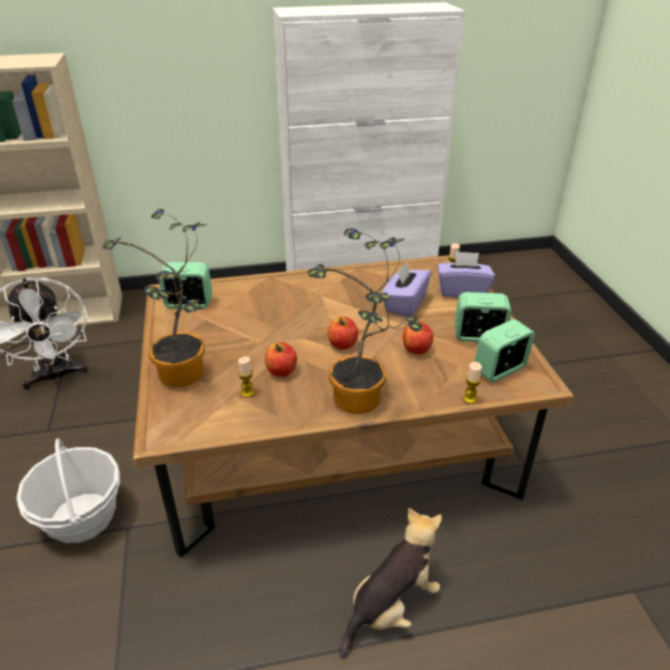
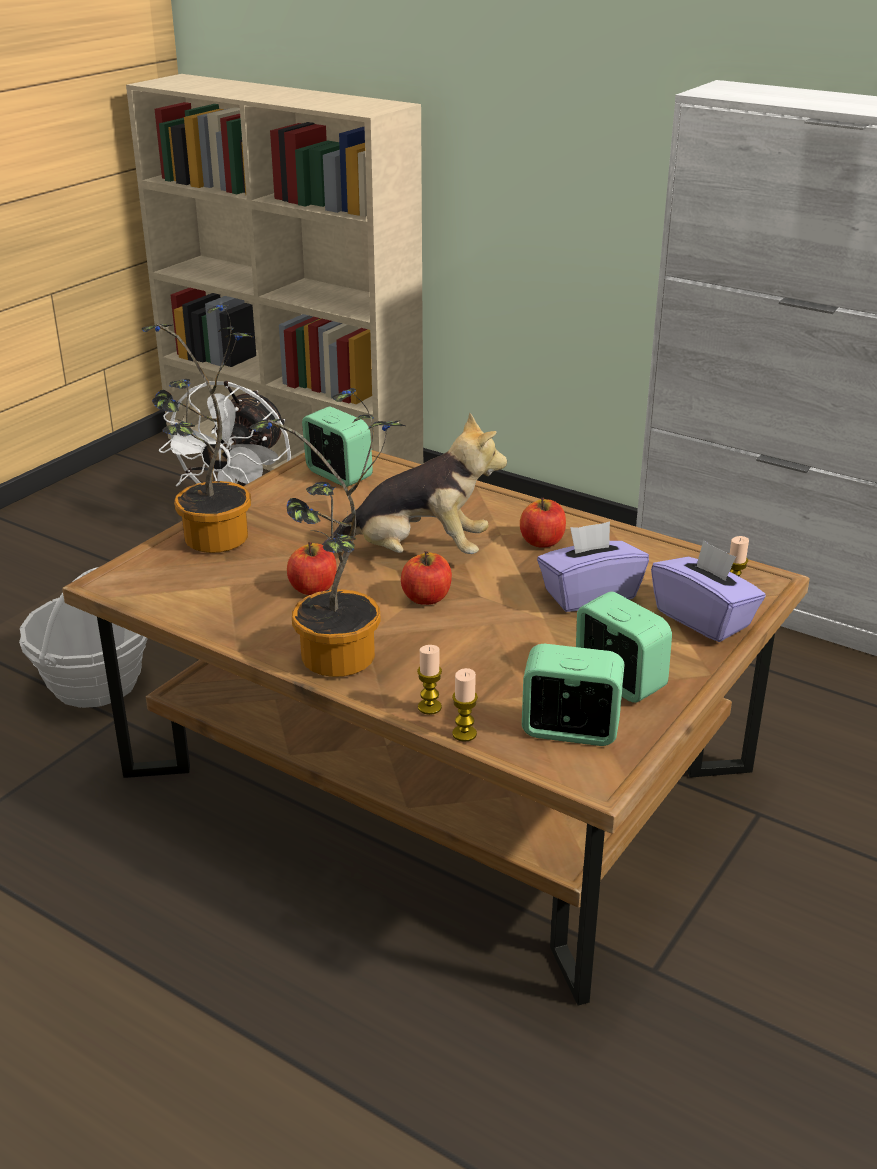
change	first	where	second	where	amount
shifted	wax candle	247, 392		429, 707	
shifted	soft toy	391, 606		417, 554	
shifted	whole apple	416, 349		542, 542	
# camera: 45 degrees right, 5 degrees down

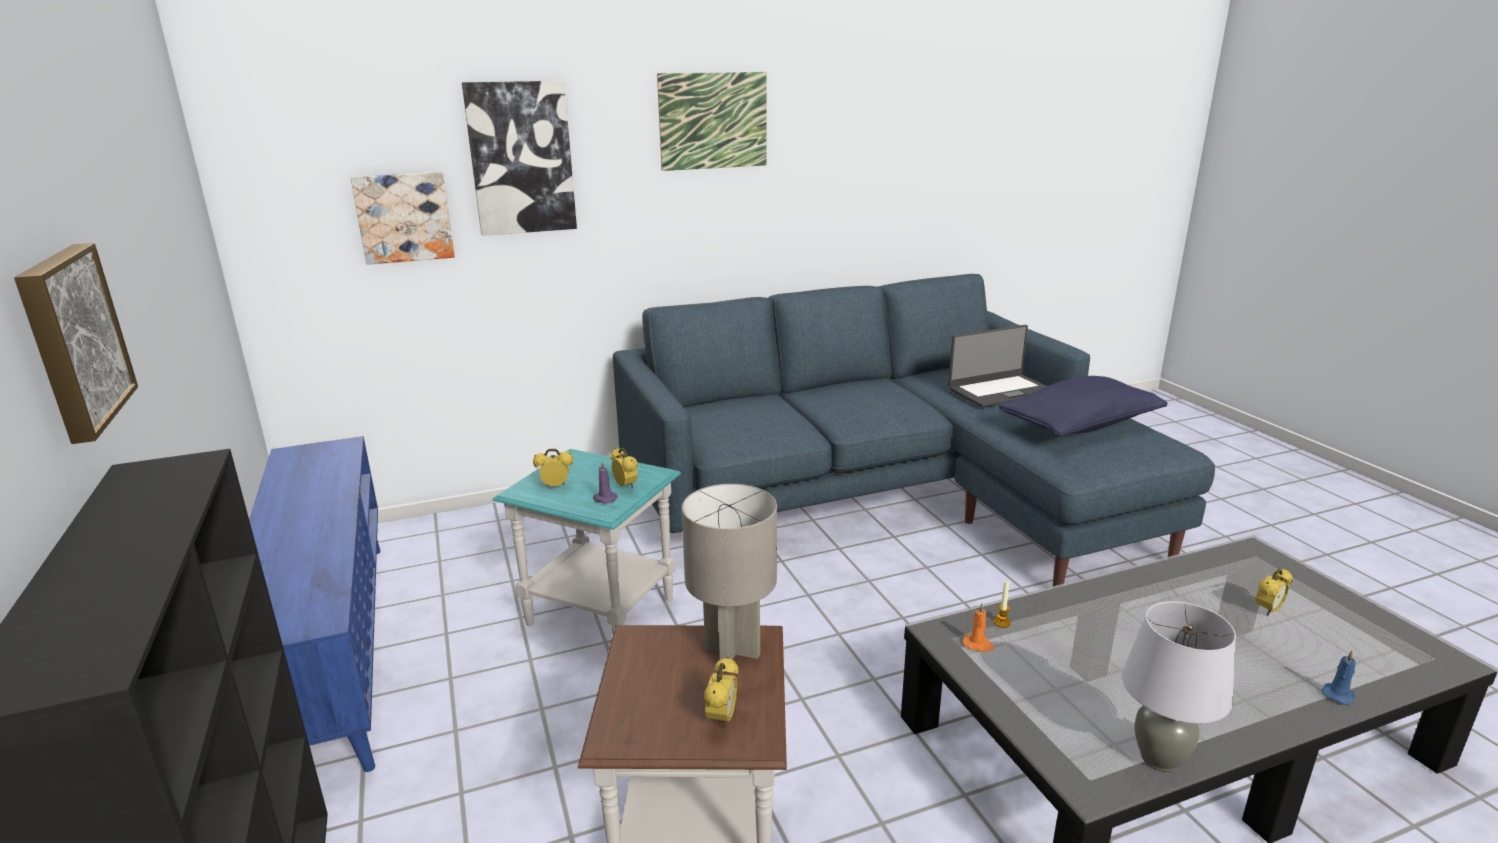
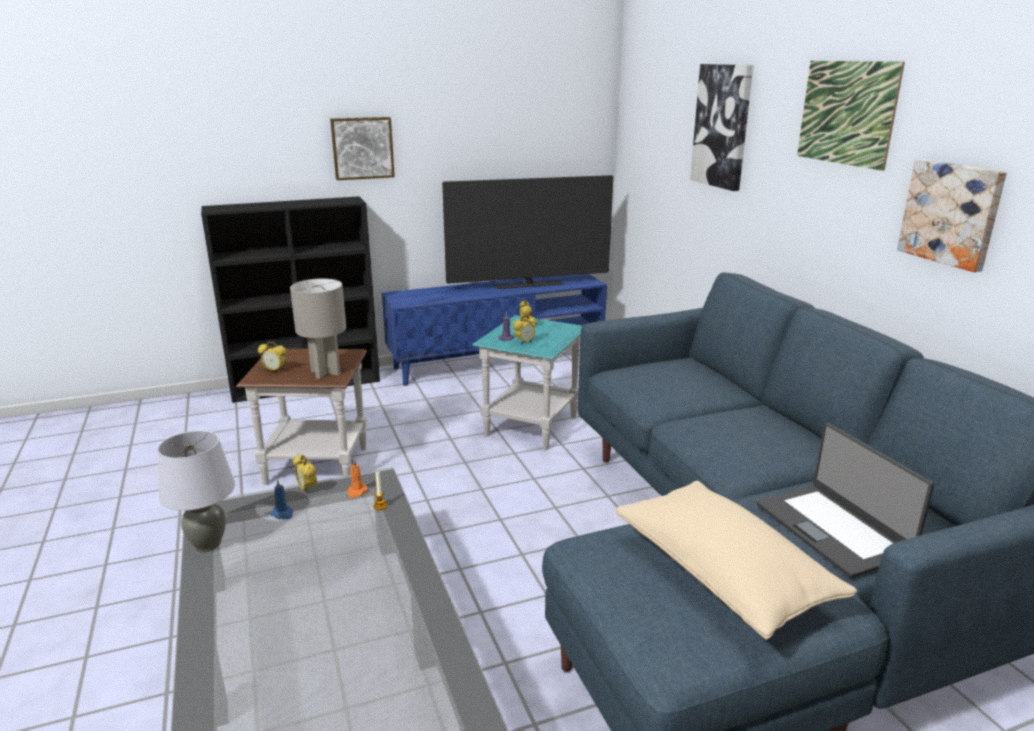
change	first	where	second	where	amount
new			TV	528, 285	
shifted	wall art	404, 217		952, 213	
shifted	bedside clock	1268, 611		307, 489	
shifted	wax candle in blue-coloured	1337, 694		283, 514	
repainted	throw pillow in blue-coloured	1079, 426	throw pillow in beige-coloured	722, 575	
# camera: 90 degrees right, 0 degrees up

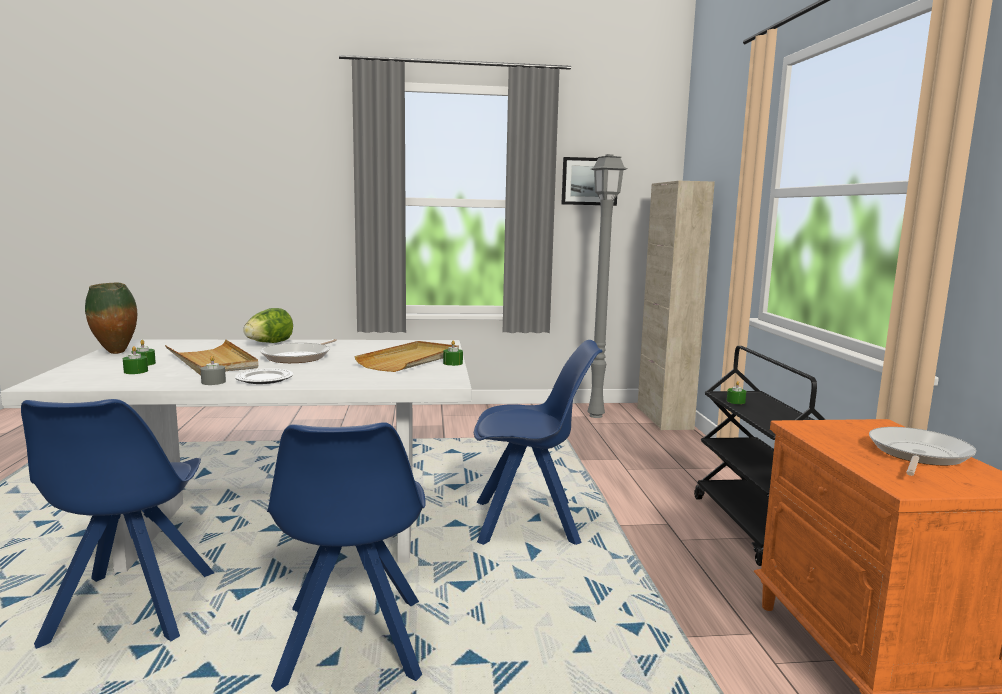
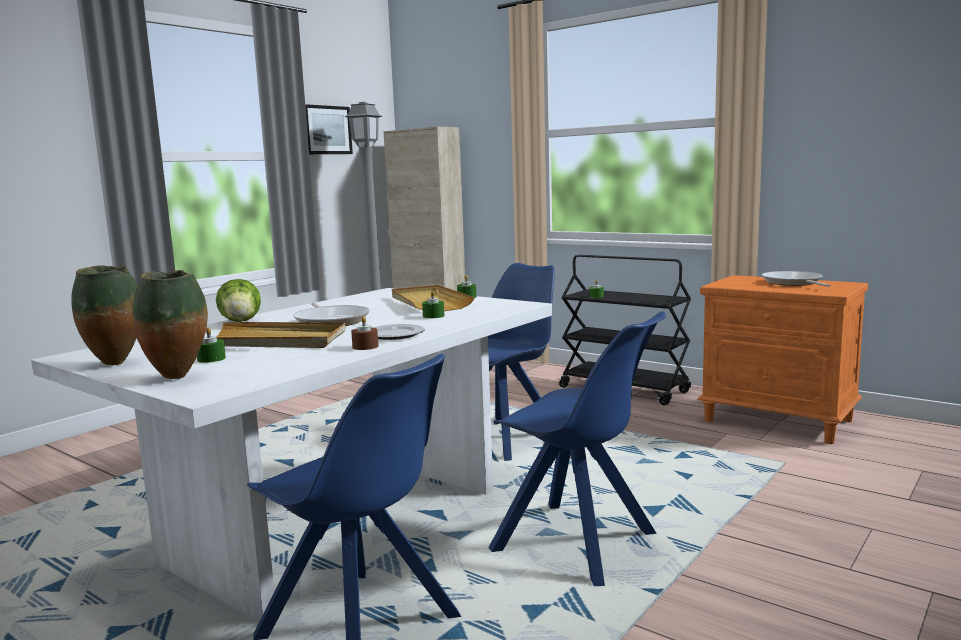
change	first	where	second	where	amount
new			vase	179, 377	
shifted	wax candle in green	136, 371		433, 316	
repainted	wax candle in gray	213, 382	wax candle in brown	365, 346	
# camera: 45 degrees left, 0 degrees up

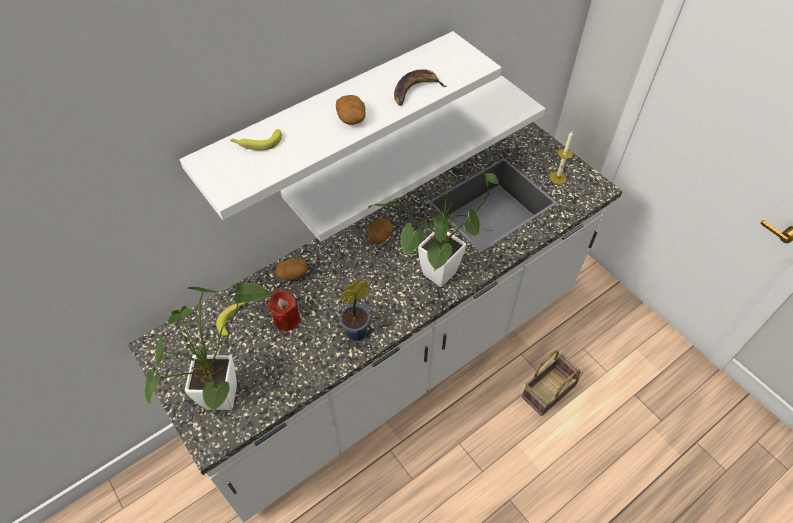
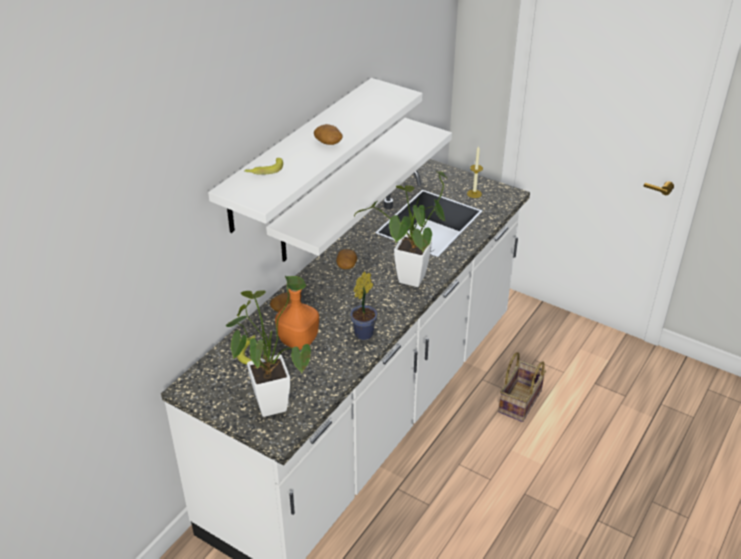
change	first	where	second	where	amount
gone	whole banana	415, 90			
swapped	wax candle in red-coloured	286, 319	beverage bottle in orange	298, 340	
# camera: 20 degrees left, 15 degrees down

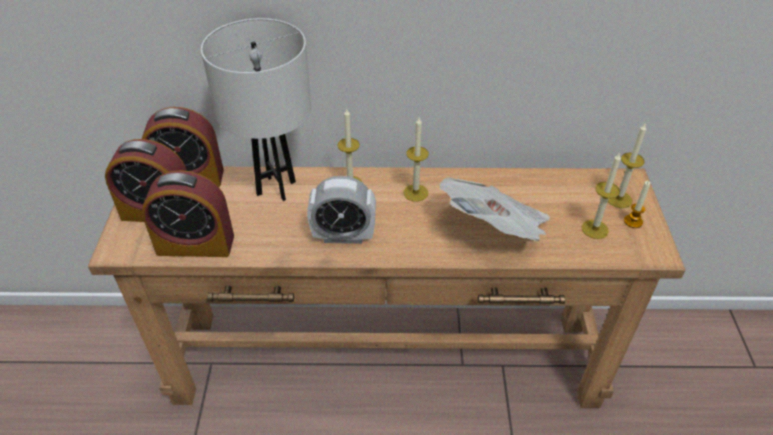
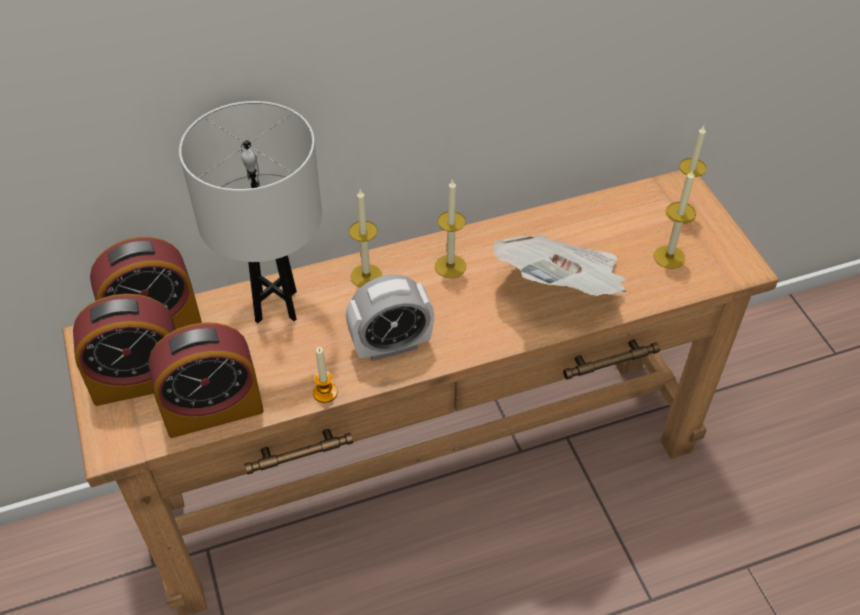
change	first	where	second	where	amount
shifted	wax candle	633, 221		325, 392	
# camera: 20 degrees left, 5 degrees up

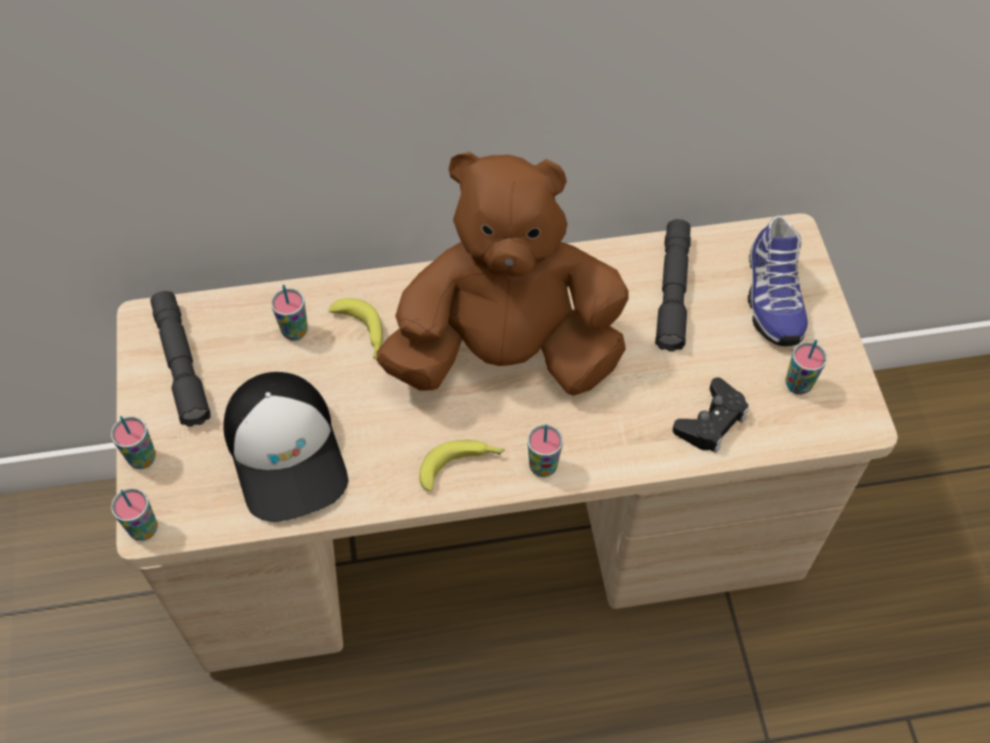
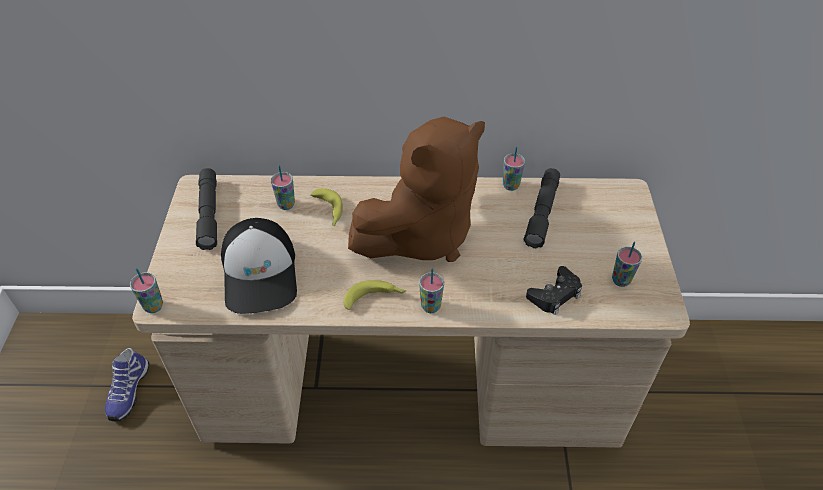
change	first	where	second	where	amount
shifted	cup	142, 458		510, 186	
shifted	shoe	770, 297		128, 391	
rotated	soft toy in brown	506, 353		421, 235	135 degrees clockwise
# camera: 10 degrees right, 10 degrees down

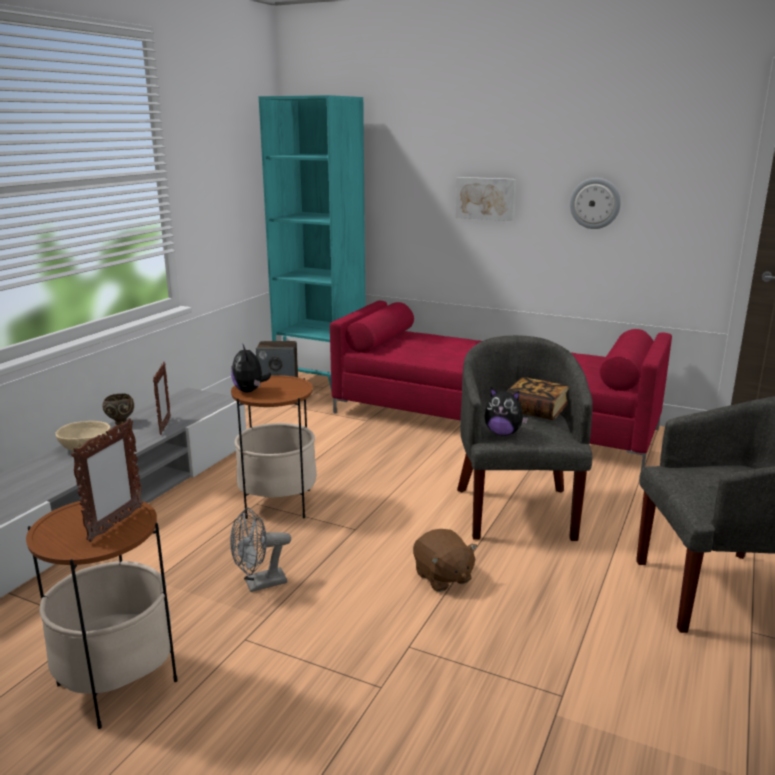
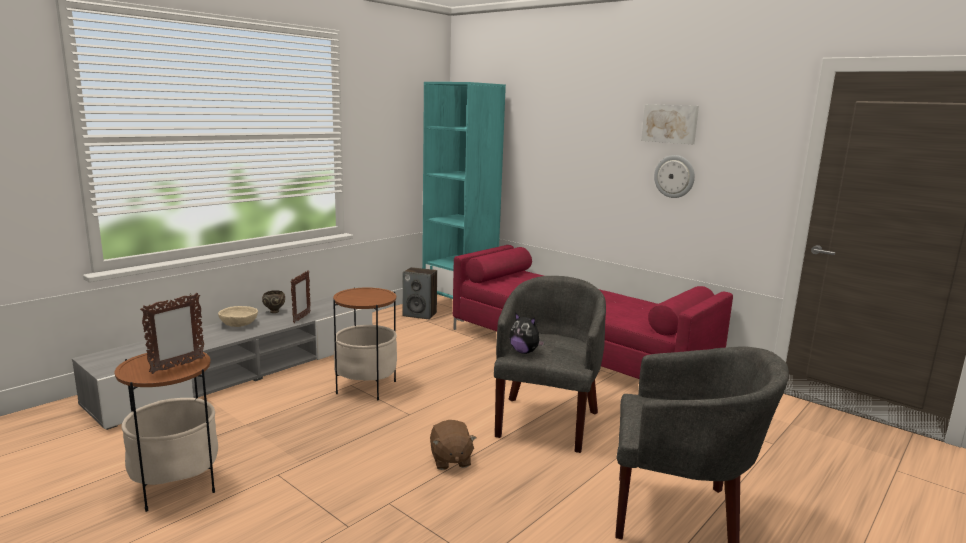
change	first	where	second	where	amount
gone	cooling fan in gray	259, 584			
gone	soft toy	250, 391			
gone	book	536, 411			
shifted	wall art	486, 198		670, 123	
# camera: 15 degrees right, 5 degrees down

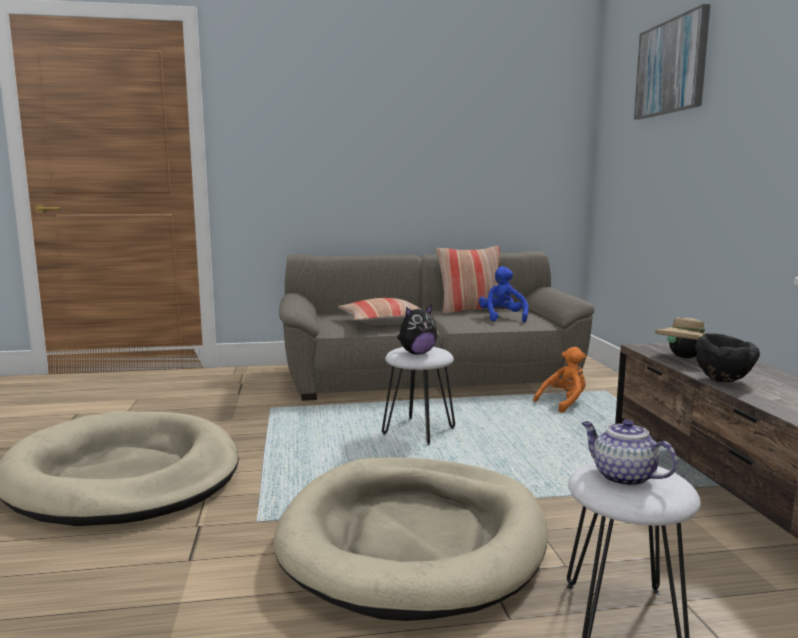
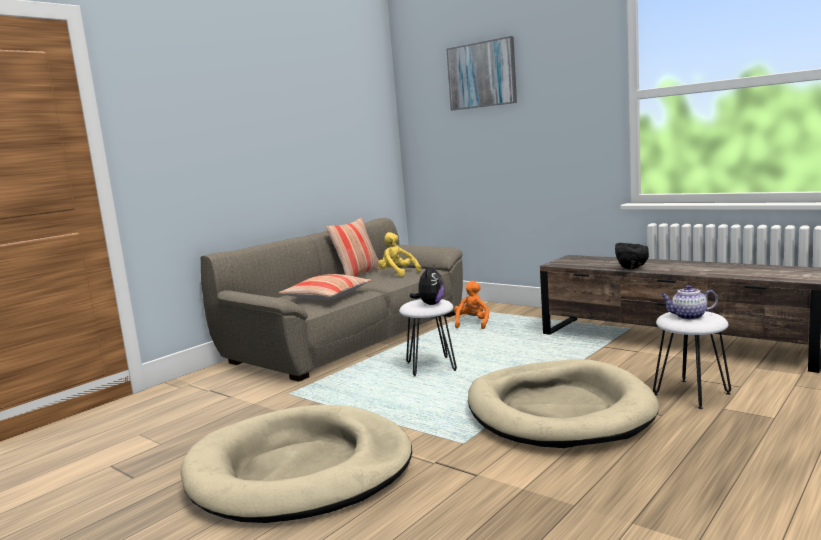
change	first	where	second	where	amount
gone	hat in beige-coloured	686, 357			
repainted	soft toy in blue-coloured	502, 318	soft toy in yellow	397, 274	
# camera: 40 degrees left, 0 degrees up

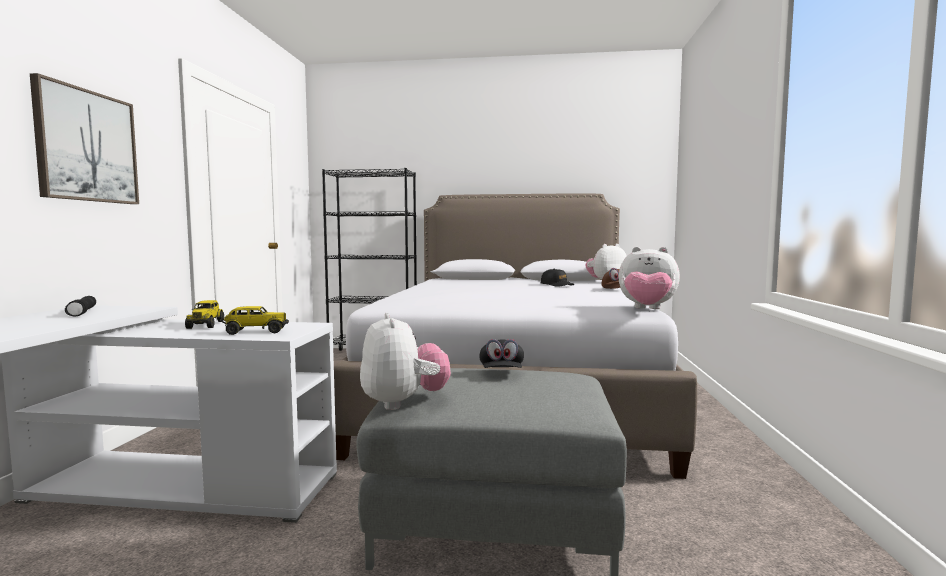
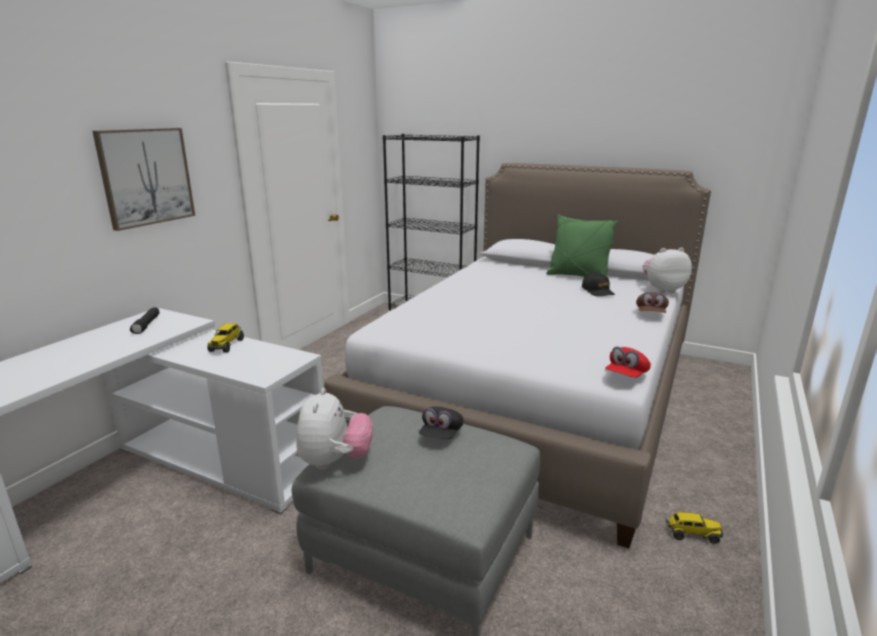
change	first	where	second	where	amount
new			throw pillow in green	578, 276	
shifted	toy truck	255, 332		692, 534	
swapped	soft toy	647, 309	cap in red-coloured	626, 375	
# camera: 20 degrees right, 15 degrees up

